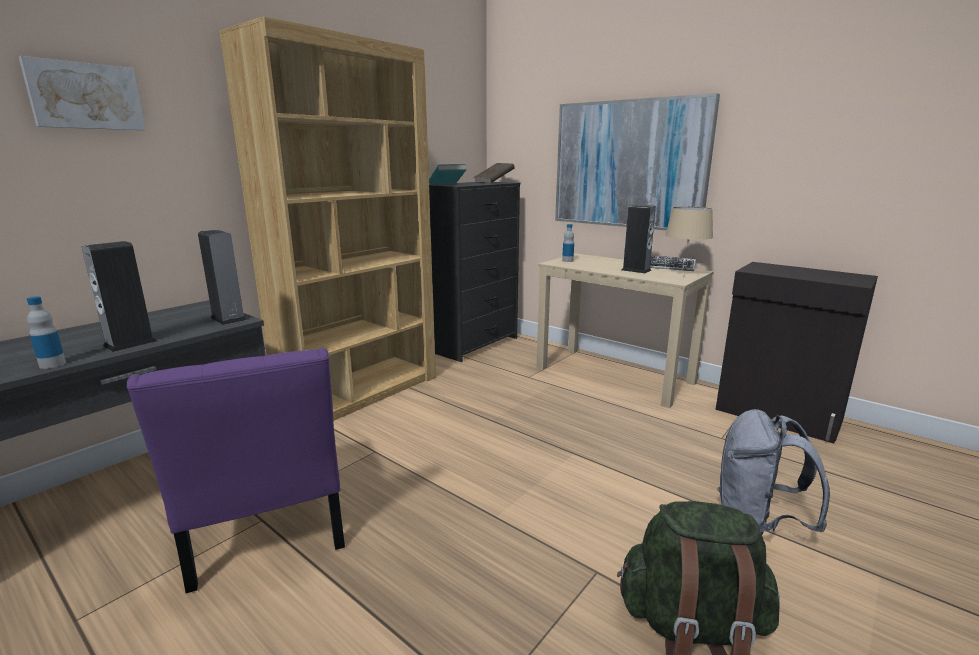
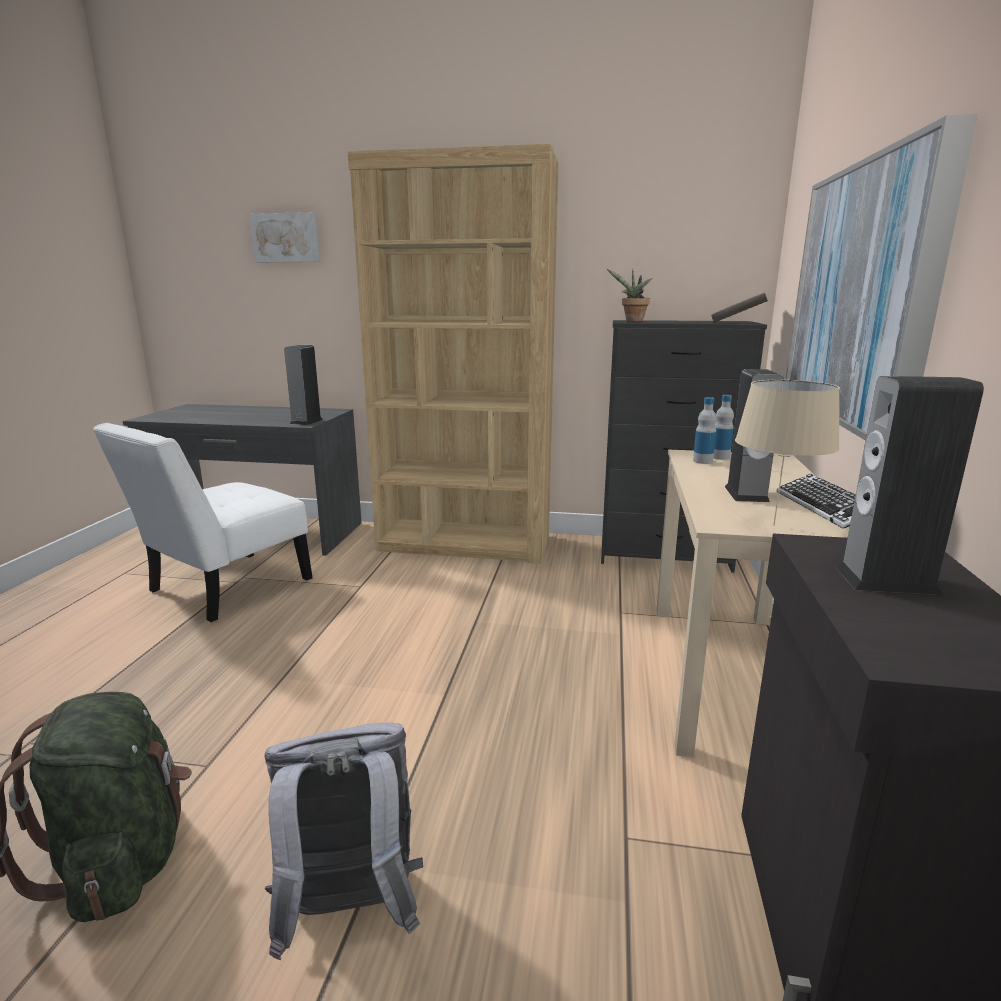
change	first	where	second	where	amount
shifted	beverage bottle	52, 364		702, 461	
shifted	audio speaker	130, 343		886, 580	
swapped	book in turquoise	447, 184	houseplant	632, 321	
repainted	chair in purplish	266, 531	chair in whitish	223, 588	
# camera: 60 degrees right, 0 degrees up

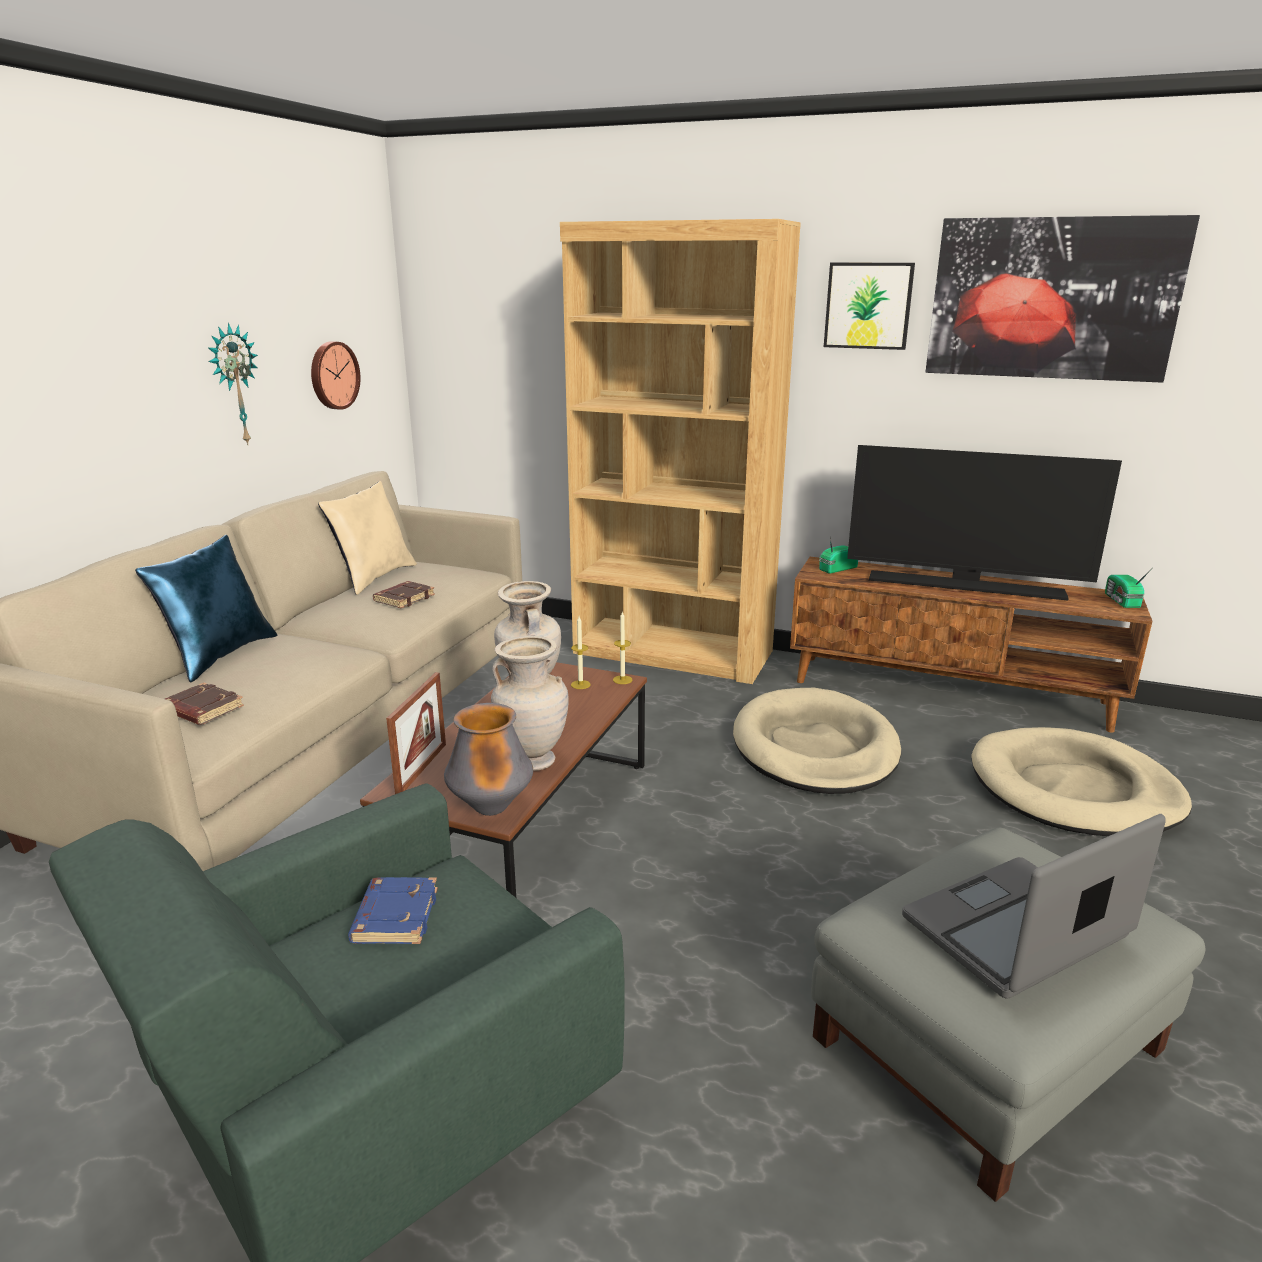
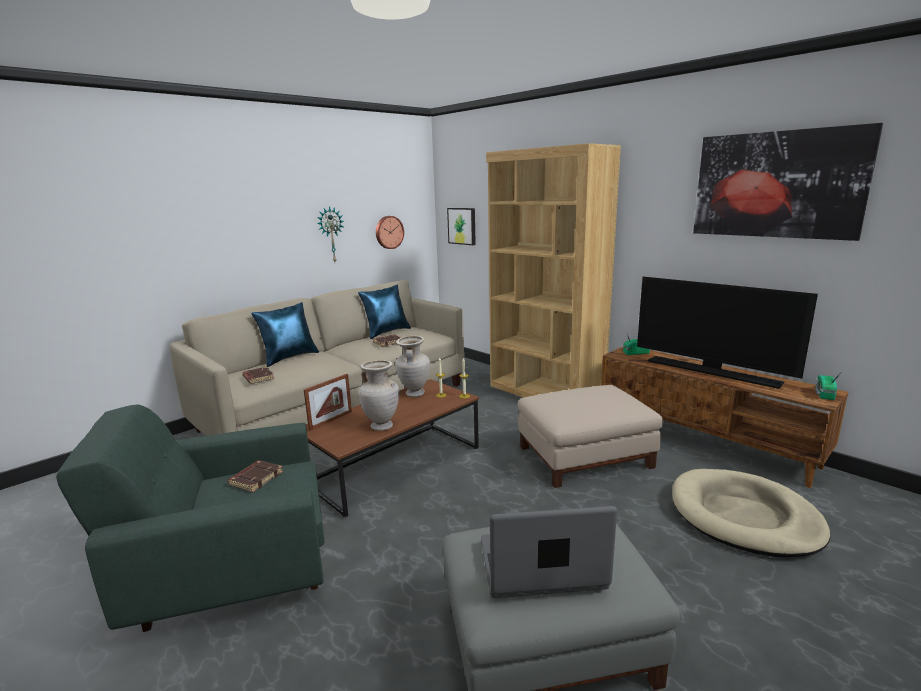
change	first	where	second	where	amount
gone	vase	491, 808			
shifted	wall art	868, 305		462, 226	
swapped	dog cushion in beige-coloured	814, 748	pouffe in beige-coloured	584, 457	
repainted	throw pillow in beige-coloured	374, 578	throw pillow in blue-coloured	386, 332	
repainted	book in blue-coloured	394, 916	book in brown	256, 478	
# camera: 25 degrees right, 5 degrees down

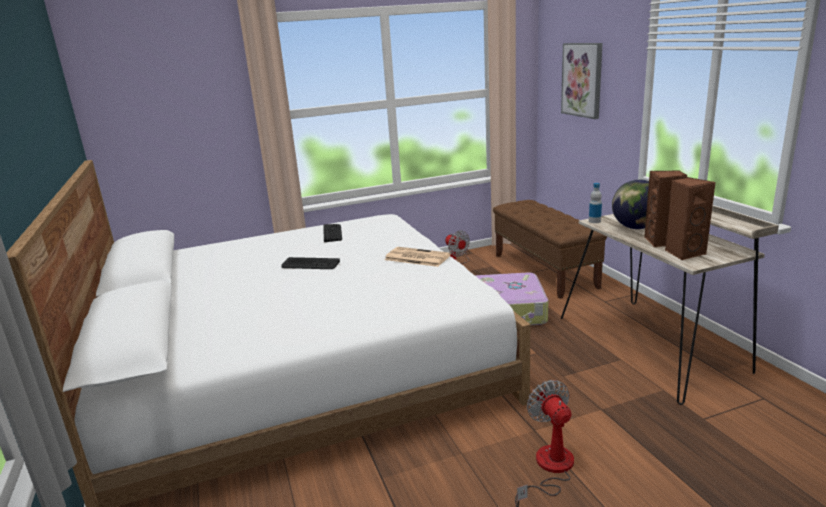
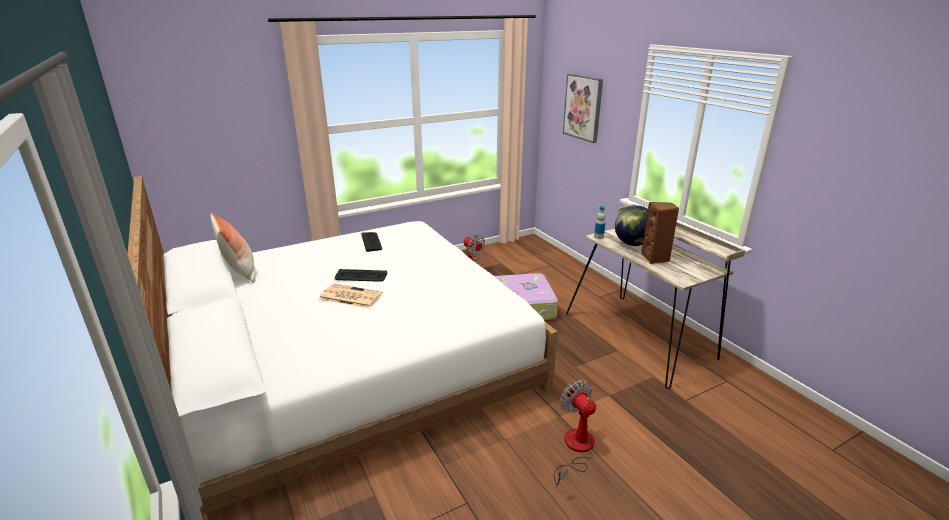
change	first	where	second	where	amount
gone	indoor bench in brown	544, 271			
gone	audio speaker in brown	684, 253			
new			throw pillow	240, 272	
shifted	printed paper	416, 257		349, 296	
# camera: 10 degrees left, 5 degrees up

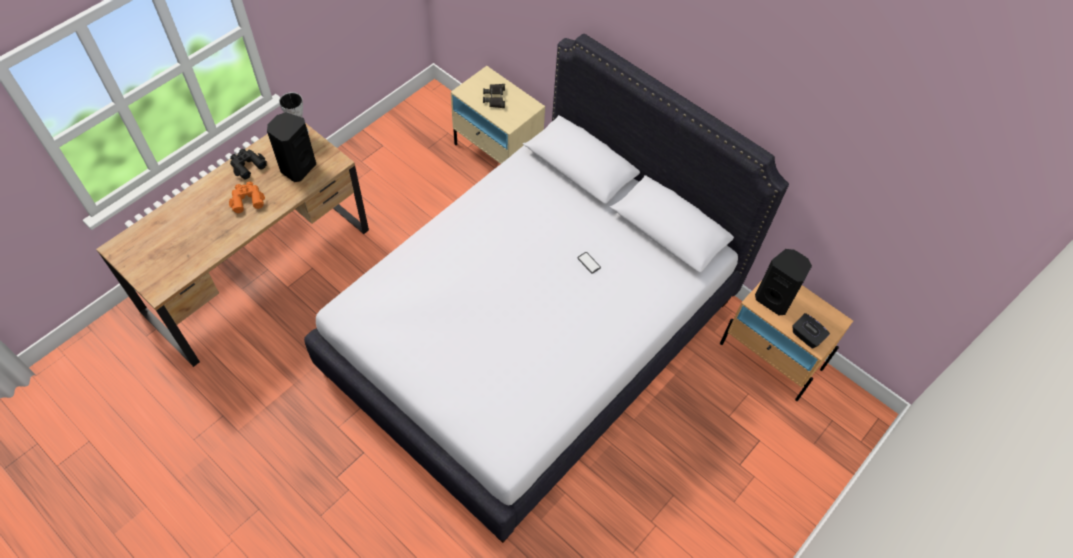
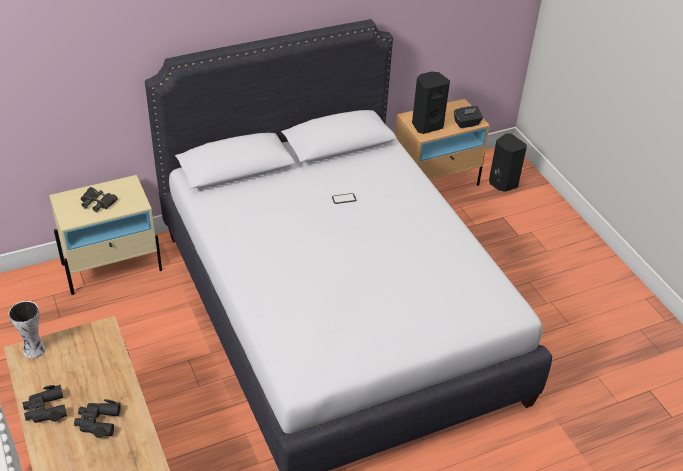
change	first	where	second	where	amount
shifted	audio speaker in blackish	297, 167		502, 183	
repainted	field glasses in orange	247, 199	field glasses in blackish	97, 422	
# camera: 65 degrees left, 15 degrees down

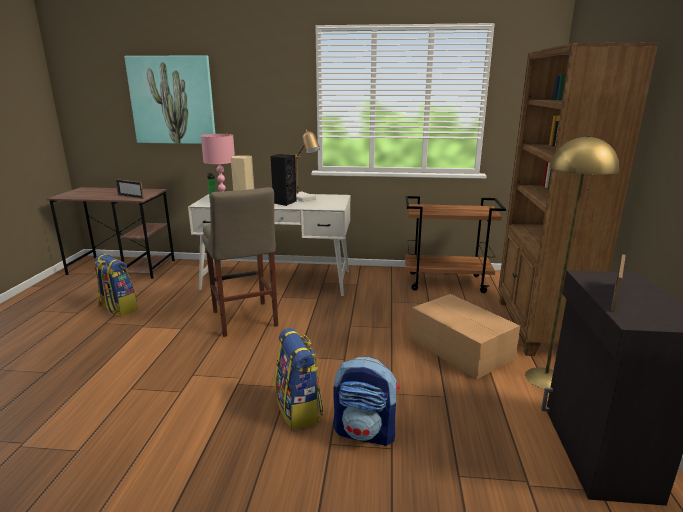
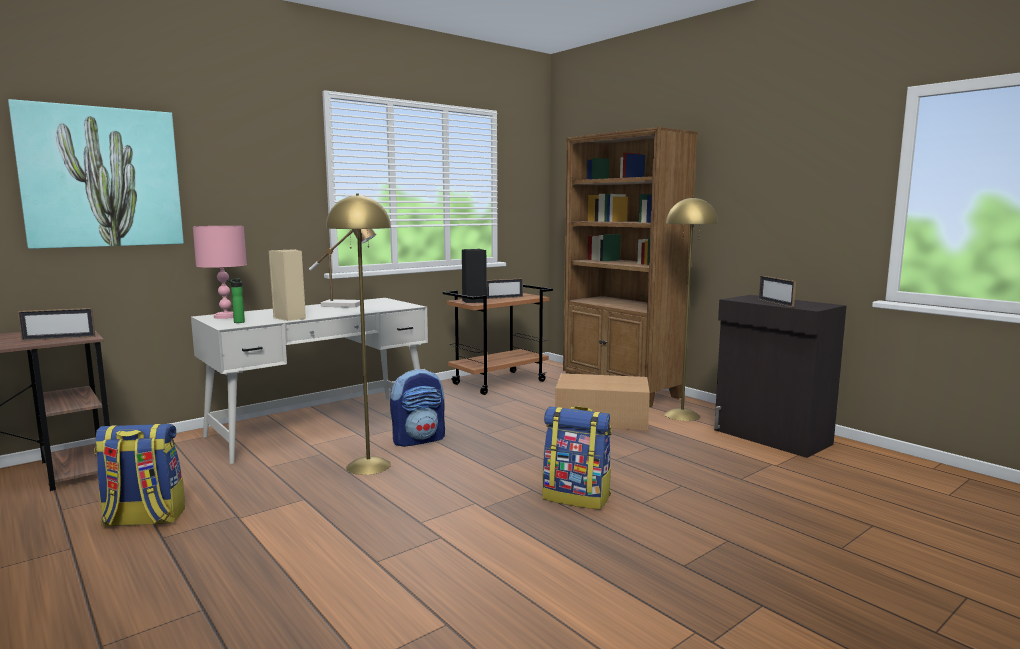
change	first	where	second	where	amount
new			standing frame	504, 297	
shifted	audio speaker in blackish	284, 202		474, 301	
shifted	backpack	365, 432		419, 440	
swapped	stool seat in beige-coloured	245, 320	floor lamp in yellow	368, 466	
# camera: 45 degrees left, 10 degrees down

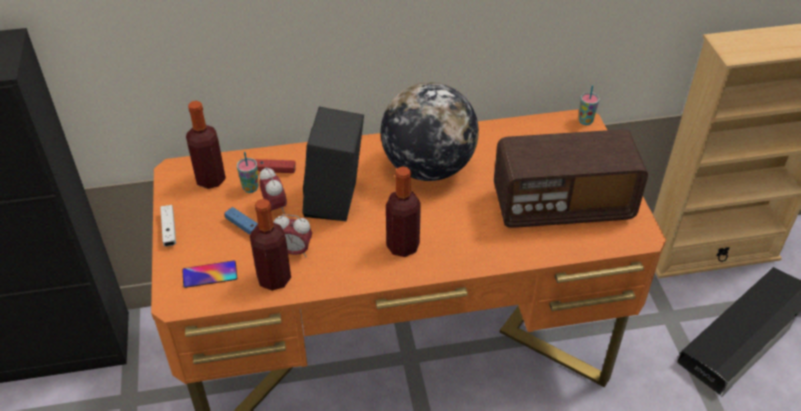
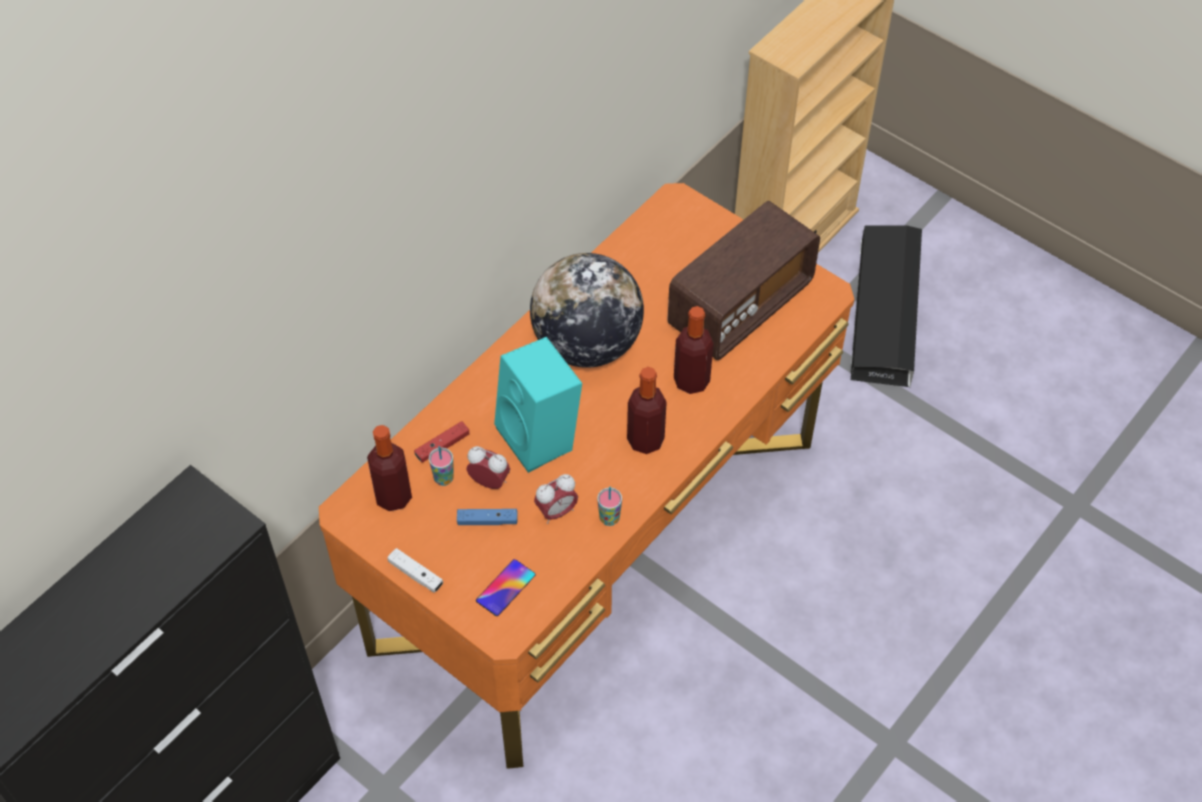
change	first	where	second	where	amount
shifted	beverage bottle	274, 278		691, 381	
shifted	cup	585, 121		609, 518	
repainted	audio speaker in blackish	336, 202	audio speaker in turquoise	541, 437	
# camera: 40 degrees left, 10 degrees up

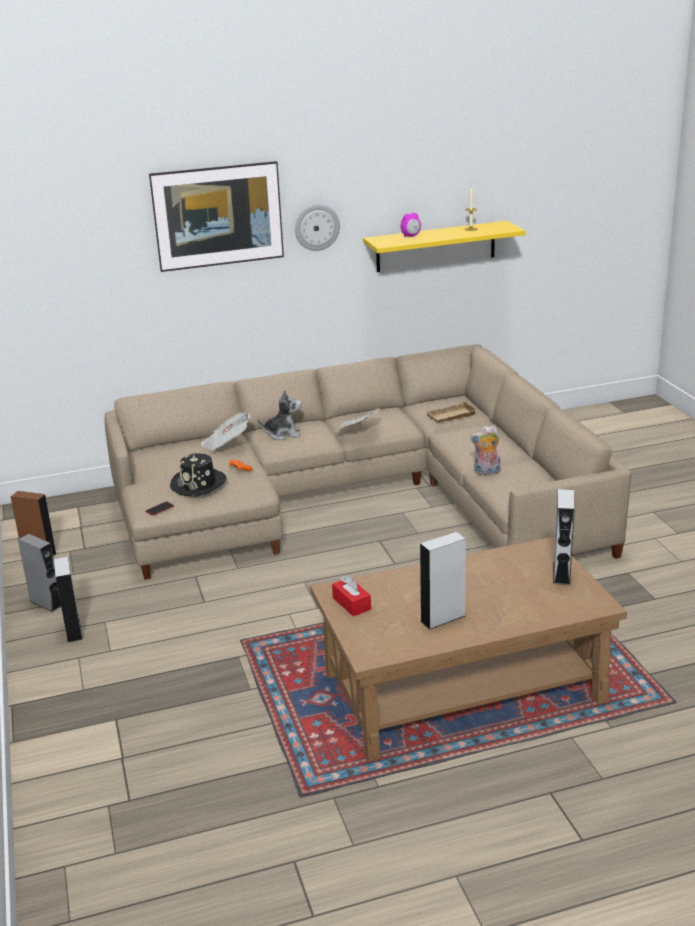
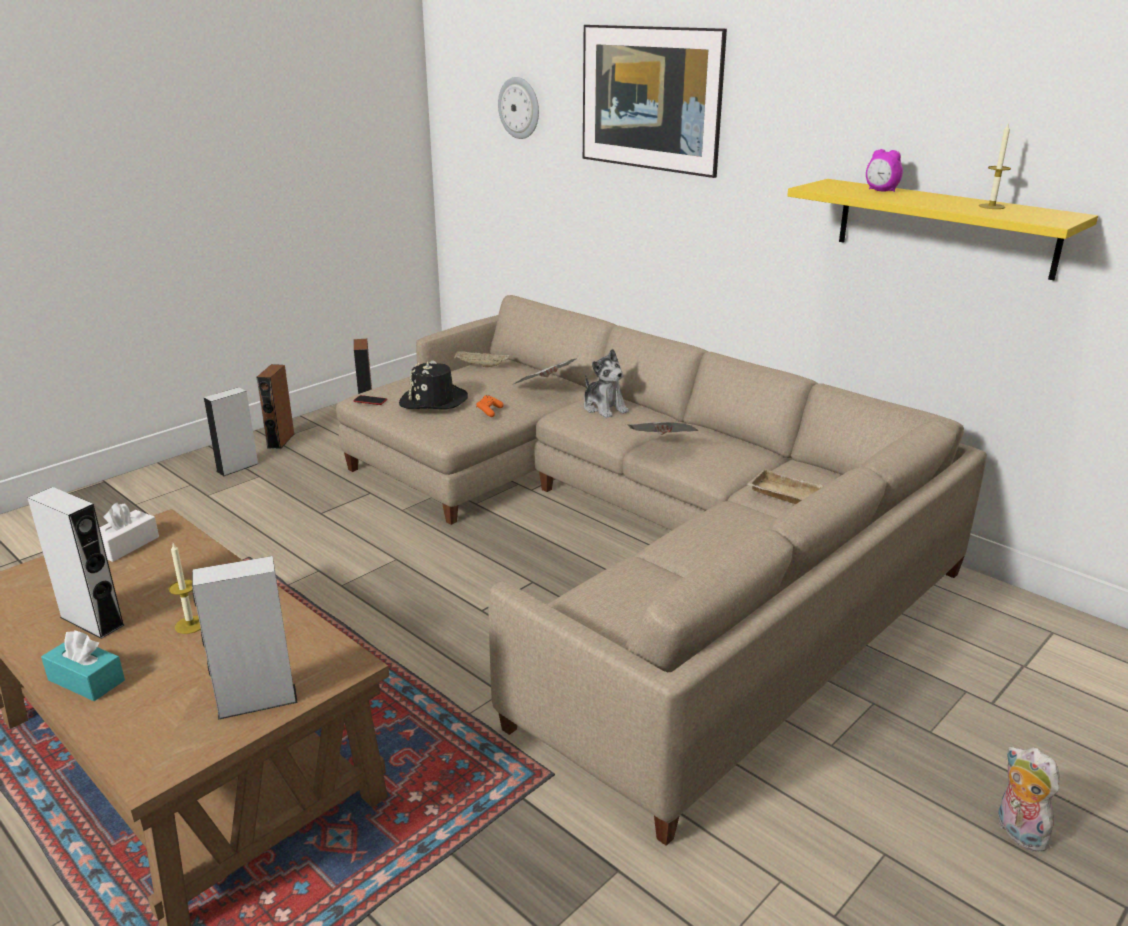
change	first	where	second	where	amount
new			box of tissues in turquoise	86, 680	
new			wax candle	190, 625	
new			carrying tray in beige-coloured	480, 366	
shifted	wall clock	317, 227		519, 108	
shifted	soft toy	486, 472		1017, 832	
repainted	audio speaker in gray	46, 603	audio speaker in brown	281, 441	
repainted	box of tissues in red-coloured	351, 604	box of tissues in whitish	126, 545	
# camera: 60 degrees right, 0 degrees up

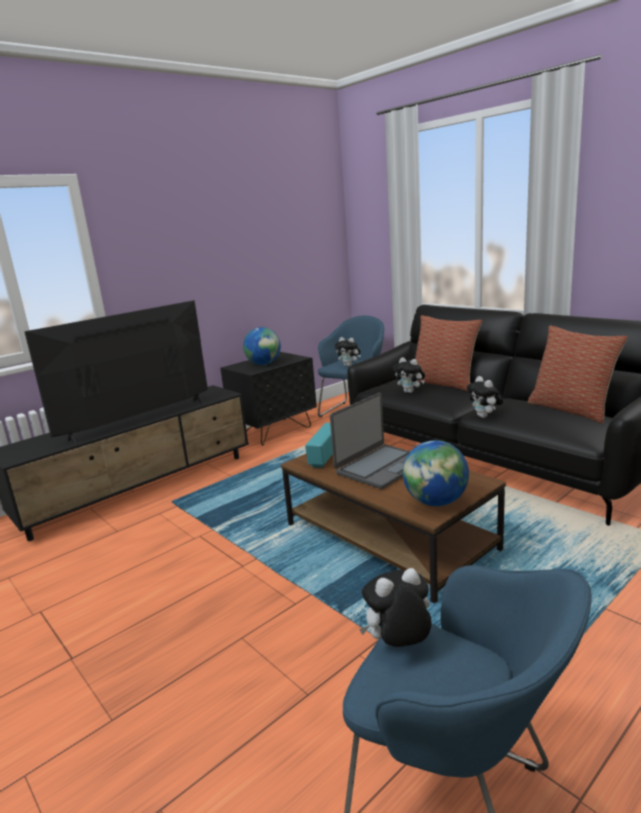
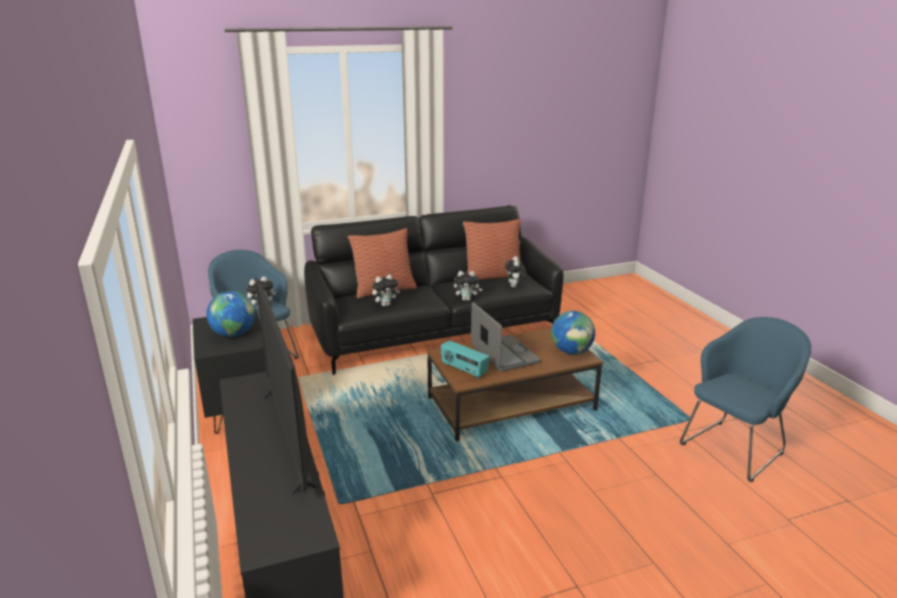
change	first	where	second	where	amount
shifted	soft toy	398, 646		515, 287	
# camera: 70 degrees left, 5 degrees up

